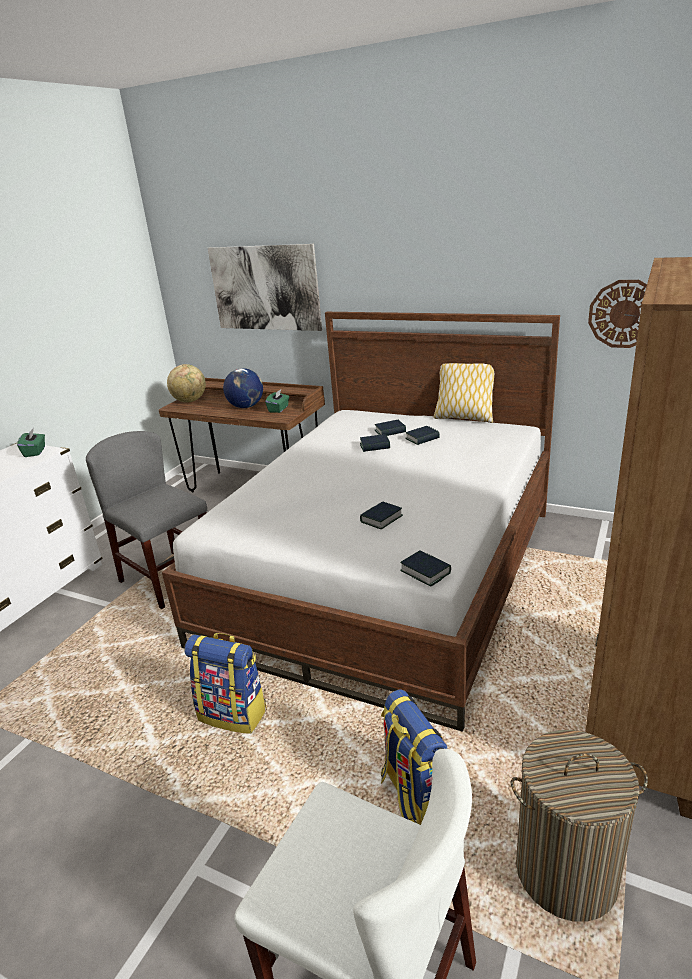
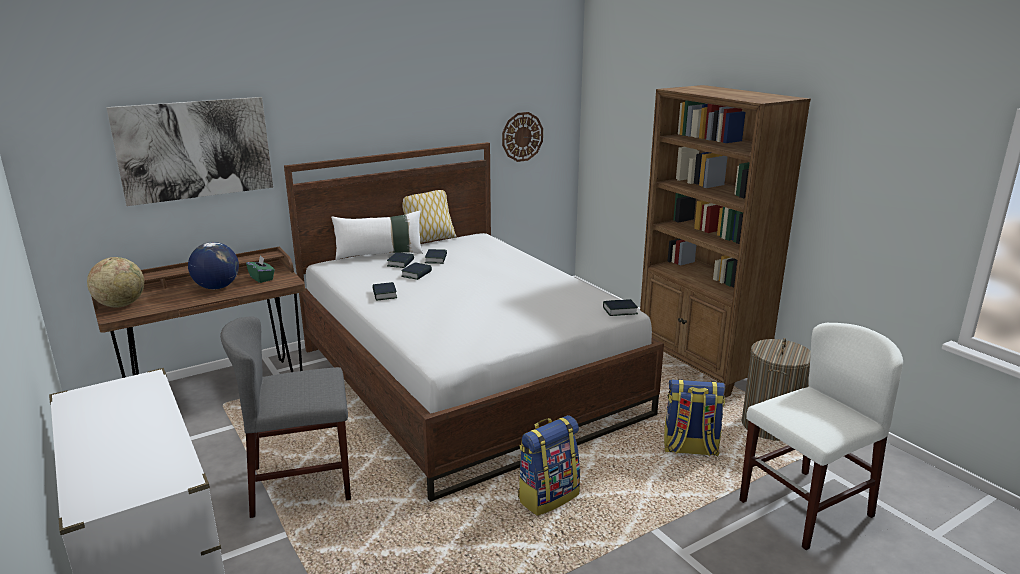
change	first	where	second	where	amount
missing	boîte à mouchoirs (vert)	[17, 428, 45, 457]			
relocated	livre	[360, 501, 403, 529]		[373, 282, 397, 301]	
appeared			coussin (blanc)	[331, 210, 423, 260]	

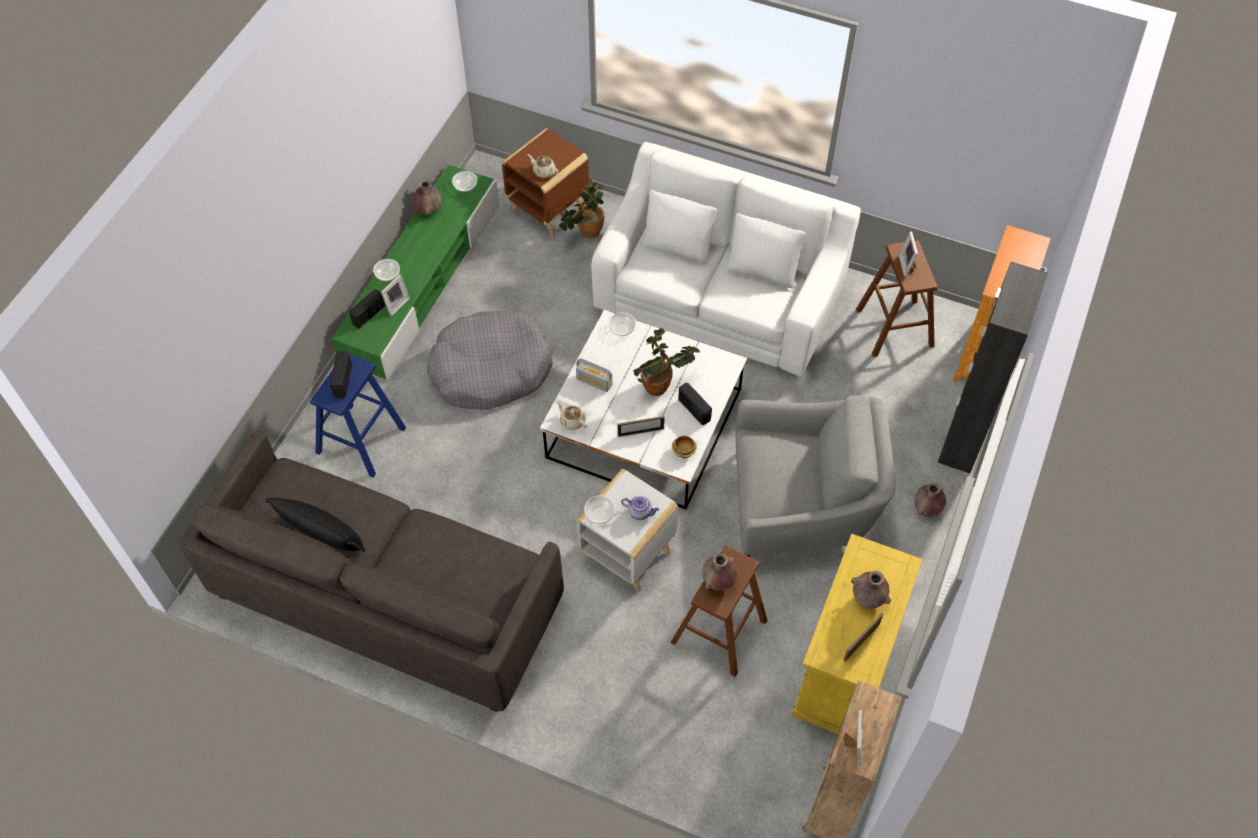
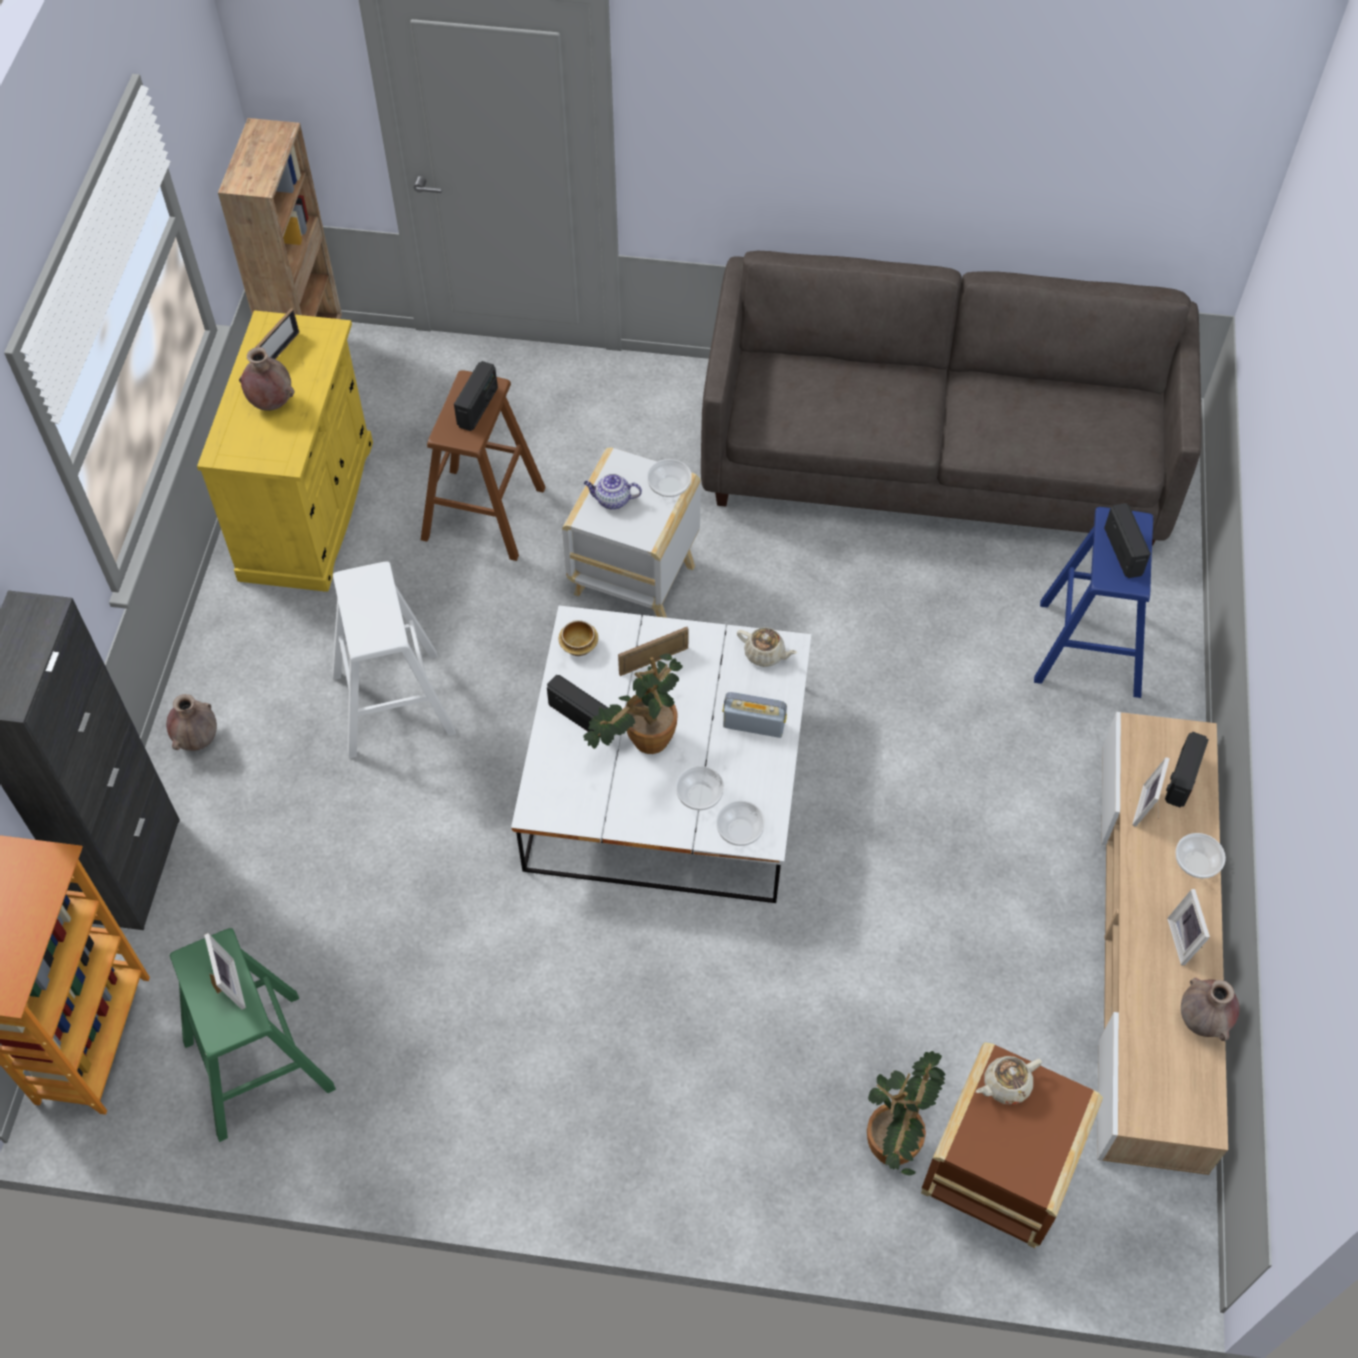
change	first	where	second	where	amount
missing	canapé (blanc)	[591, 142, 861, 377]			
spun	théière (beige)	[527, 154, 558, 178]		[976, 1056, 1042, 1105]	135 degrees clockwise
colour	meuble télé (vert)	[331, 165, 499, 380]	meuble télé (beige)	[1097, 712, 1228, 1175]	
relocated	bol	[452, 171, 477, 192]		[676, 766, 724, 810]	
colour	tabouret (marron)	[856, 240, 937, 357]	tabouret (vert)	[170, 928, 336, 1142]	
missing	panier pour chien (gris)	[427, 311, 553, 409]			
exchanged	fauteuil (gris)	[735, 395, 896, 557]	tabouret (blanc)	[332, 562, 456, 758]	
missing	coussin (noir)	[265, 498, 365, 552]			
exchanged	vase (marron)	[702, 554, 737, 591]	radio	[454, 361, 498, 431]	
relocated	cadre photo	[843, 710, 863, 766]		[1167, 889, 1210, 966]	

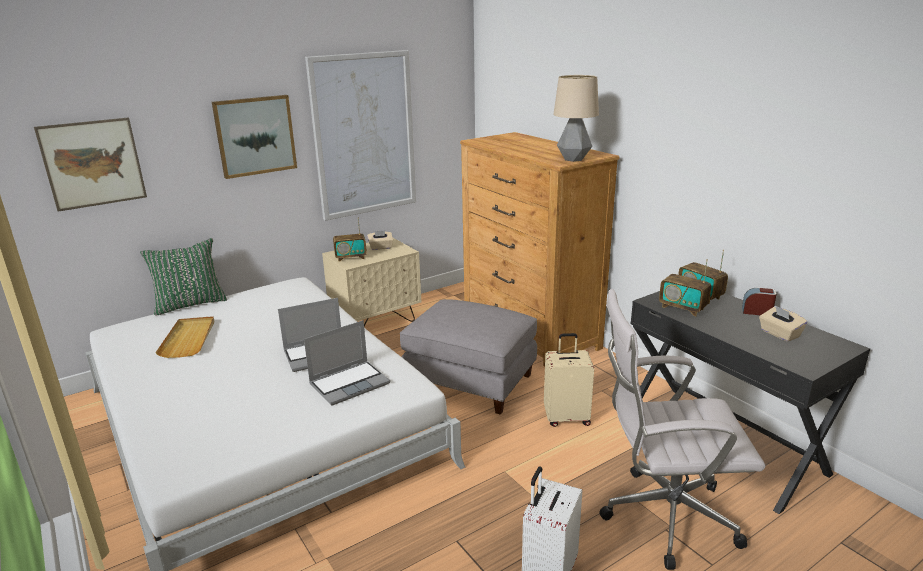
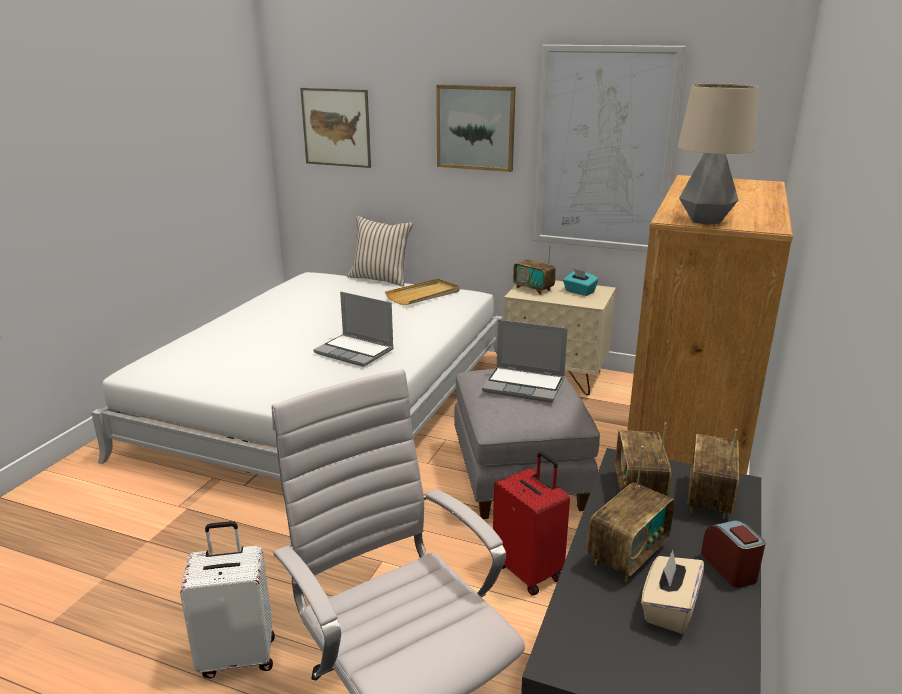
change	first	where	second	where	amount
colour	boîte à mouchoirs (beige)	[367, 230, 393, 250]	boîte à mouchoirs (turquoise)	[563, 269, 598, 296]	
colour	coussin (vert)	[140, 238, 227, 316]	coussin (beige)	[347, 216, 413, 286]	
relocated	plateau (beige)	[155, 316, 214, 358]		[385, 279, 460, 305]	
relocated	ordinateur portable	[304, 320, 390, 405]		[482, 320, 568, 403]	
colour	valise (beige)	[544, 333, 594, 427]	valise (rouge)	[493, 451, 570, 596]	
appeared			radio	[587, 446, 675, 582]	

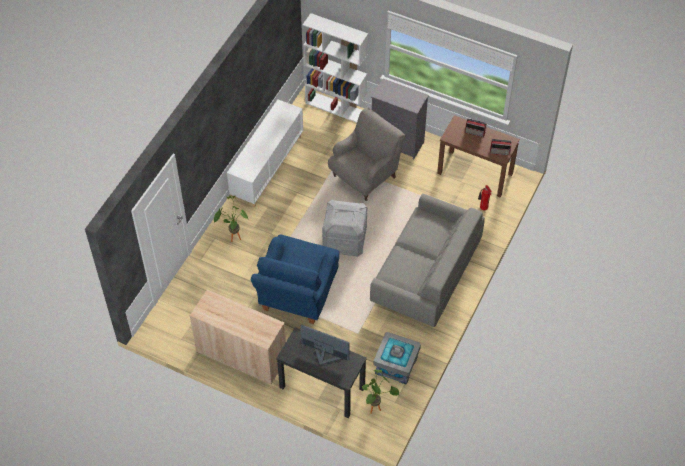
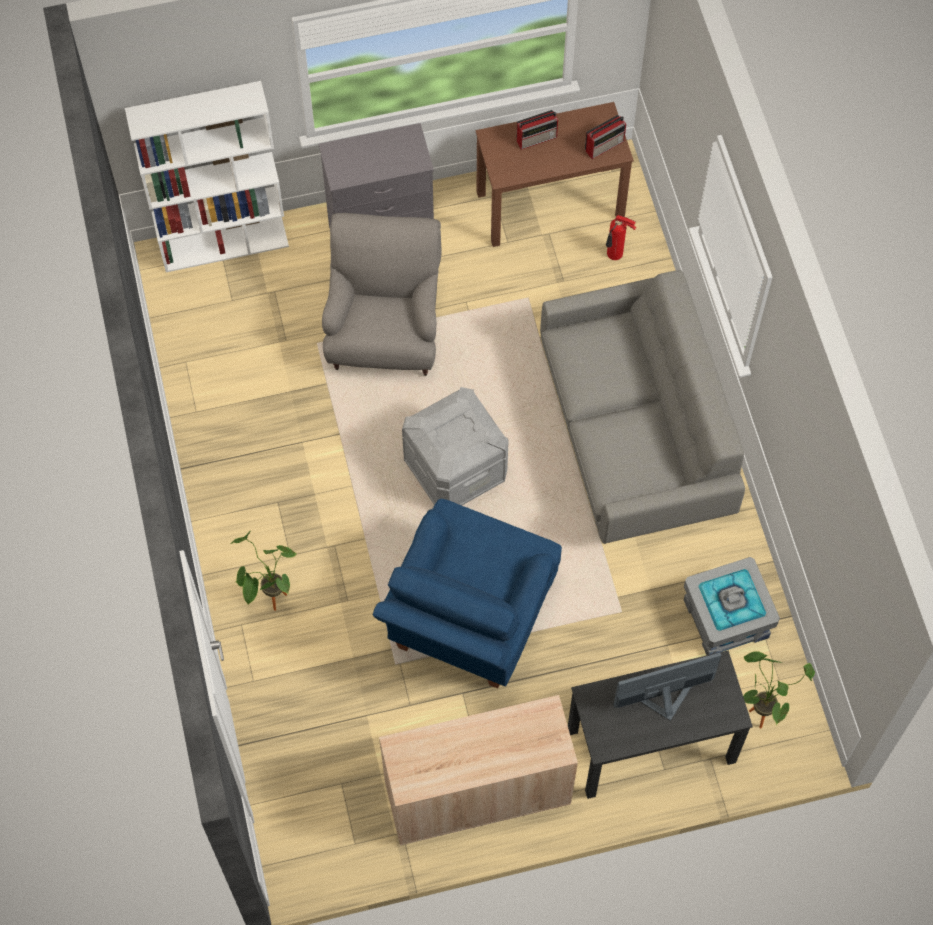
change	first	where	second	where	amount
missing	meuble de rangement (blanc)	[227, 100, 303, 208]			
spun	fauteuil (bleu)	[251, 235, 339, 324]		[373, 499, 562, 689]	45 degrees clockwise

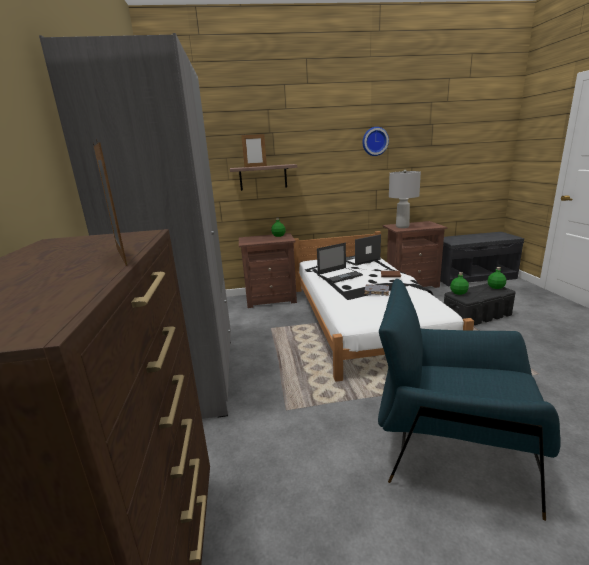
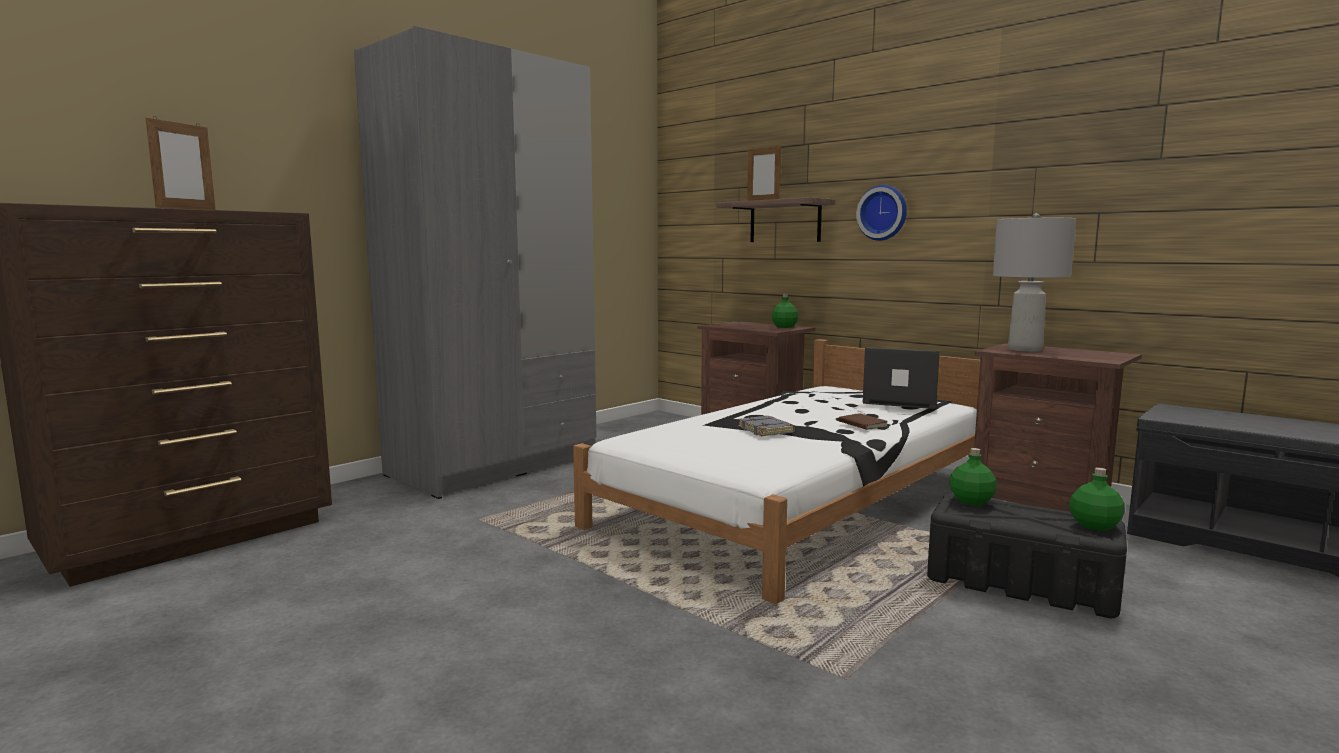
change	first	where	second	where	amount
relocated	horloge murale	[363, 127, 389, 156]		[856, 185, 907, 241]	
missing	ordinateur portable	[317, 243, 363, 283]			
missing	fauteuil (bleu)	[378, 279, 561, 521]			

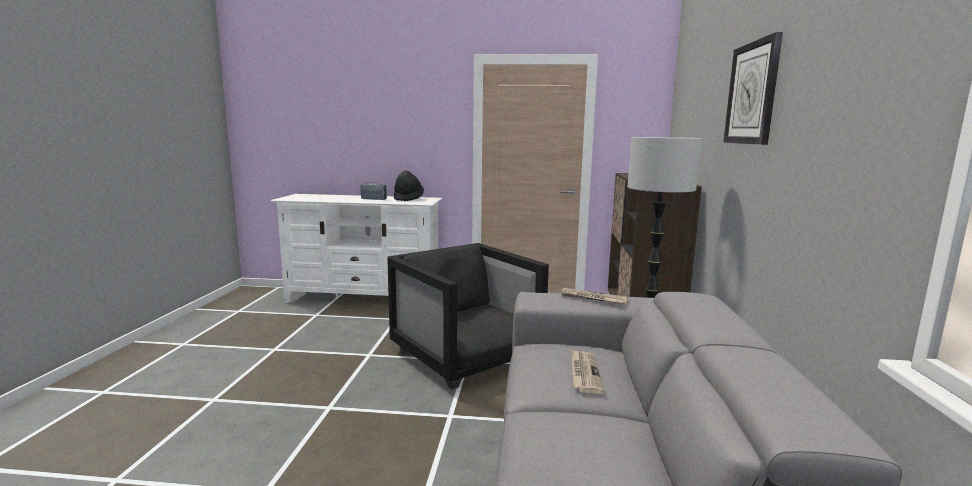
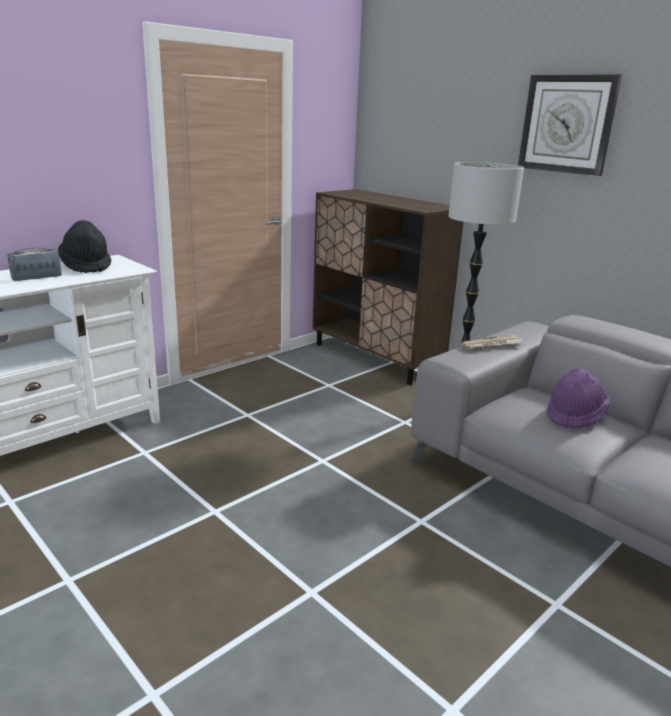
change	first	where	second	where	amount
missing	fauteuil (noir)	[387, 243, 549, 389]			
exchanged	journal	[571, 349, 605, 394]	chapeau (violet)	[547, 368, 610, 428]	

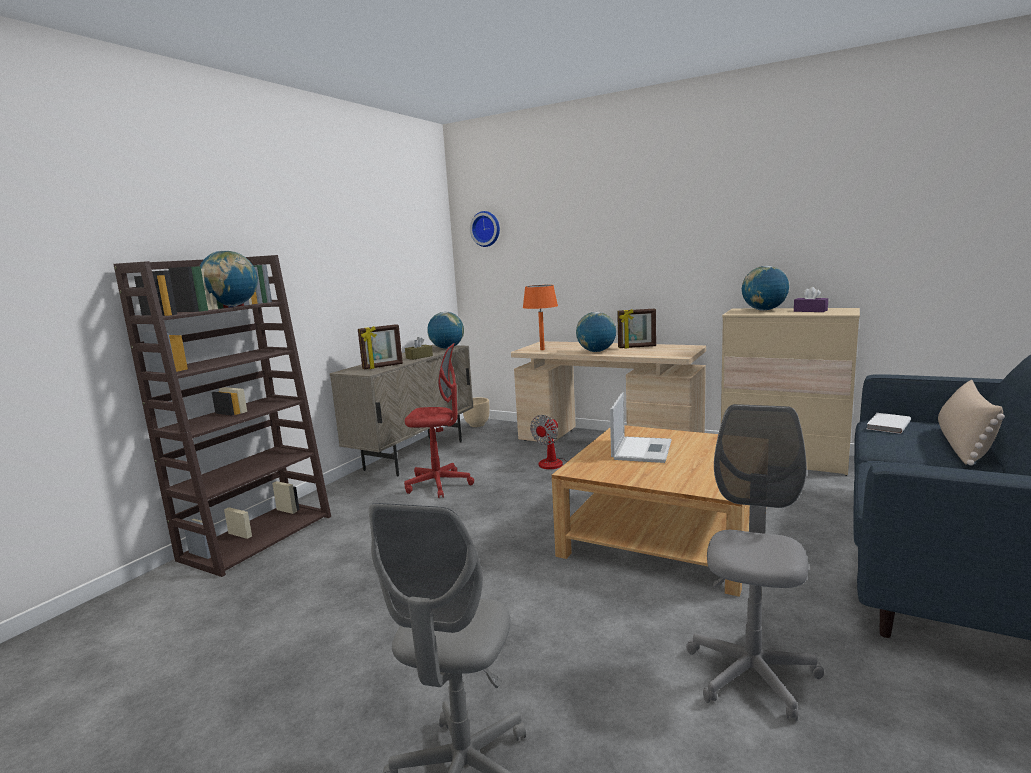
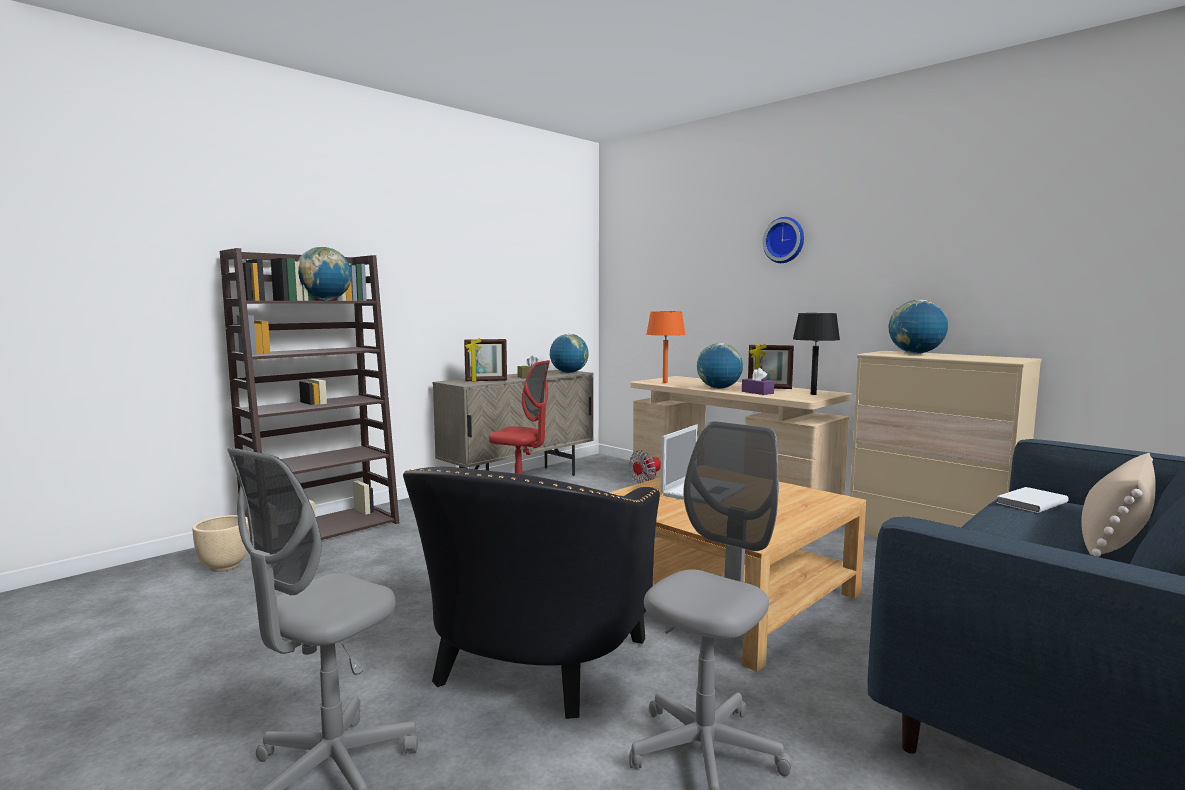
change	first	where	second	where	amount
relocated	horloge murale	[470, 211, 500, 247]		[763, 217, 804, 263]	
relocated	boîte à mouchoirs (violet)	[794, 287, 828, 312]		[742, 368, 774, 395]	
relocated	cache-pot (beige)	[463, 397, 490, 427]		[192, 515, 250, 572]	
appeared			lampe de table (noir)	[793, 313, 840, 395]	
appeared			fauteuil (noir)	[403, 467, 660, 719]	

